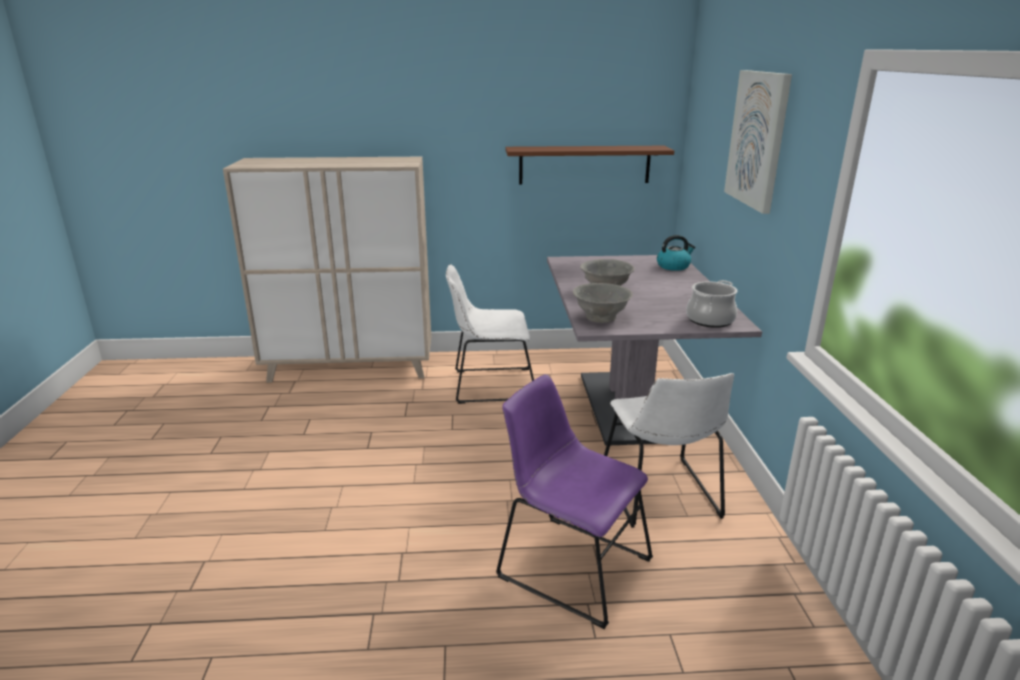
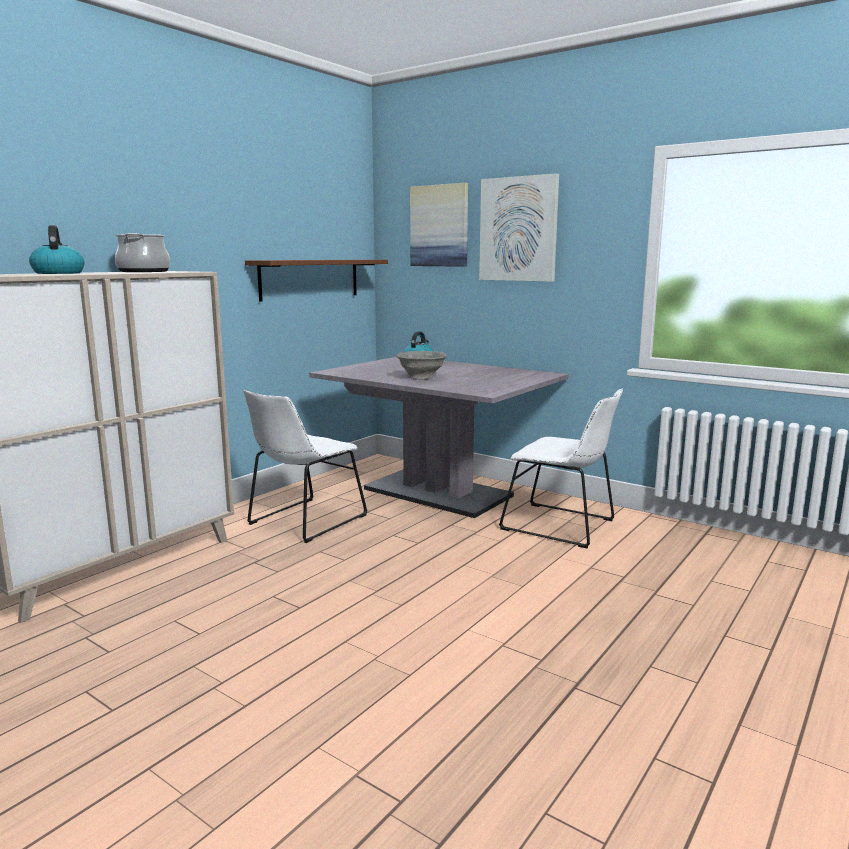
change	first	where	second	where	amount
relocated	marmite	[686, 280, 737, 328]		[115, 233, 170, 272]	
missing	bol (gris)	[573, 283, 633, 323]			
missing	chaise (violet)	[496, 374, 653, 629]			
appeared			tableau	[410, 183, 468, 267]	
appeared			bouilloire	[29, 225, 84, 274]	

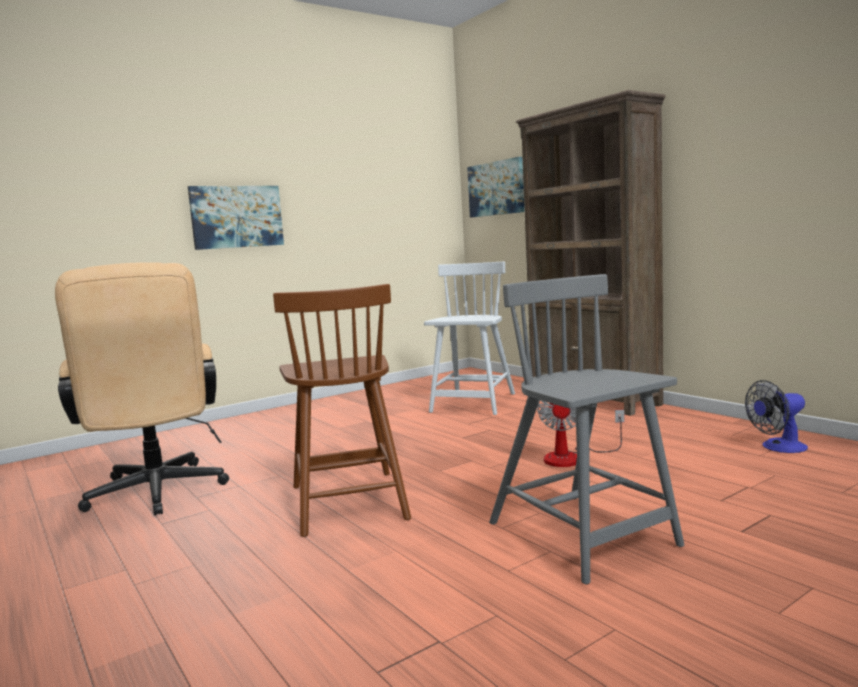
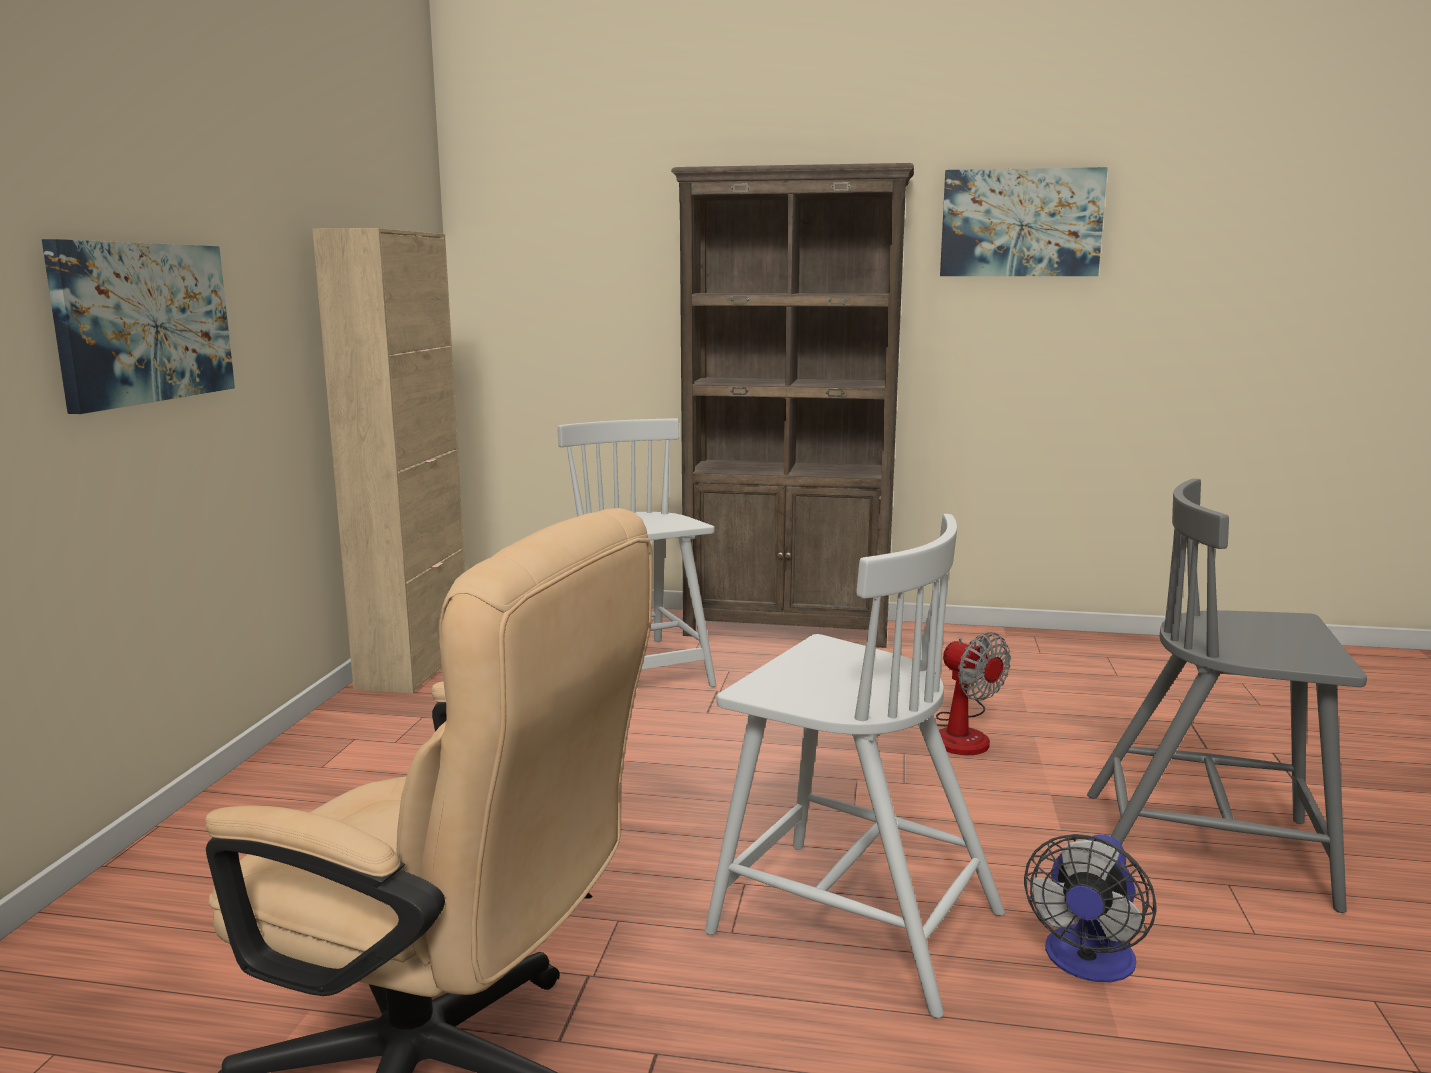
change	first	where	second	where	amount
relocated	tableau	[467, 157, 524, 217]		[940, 167, 1108, 276]	
colour	chaise (marron)	[273, 284, 411, 537]	chaise (blanc)	[705, 514, 1005, 1018]	
relocated	ventilateur	[745, 380, 808, 453]		[1024, 834, 1156, 982]	
appeared			meuble de rangement (beige)	[312, 228, 465, 694]	

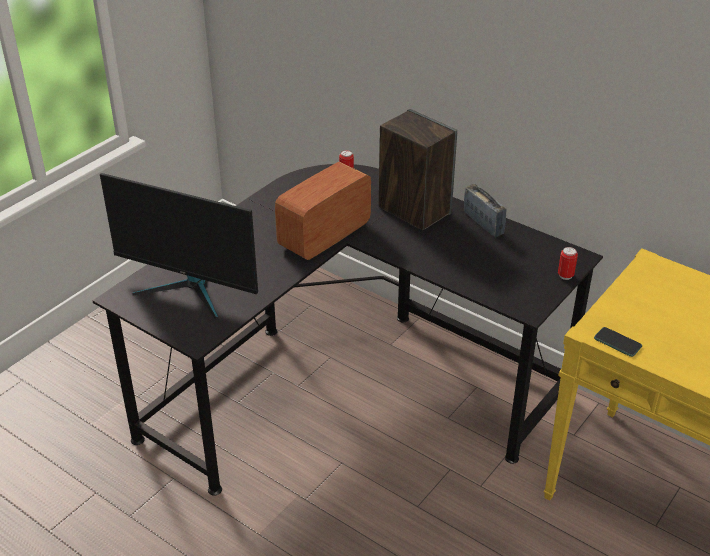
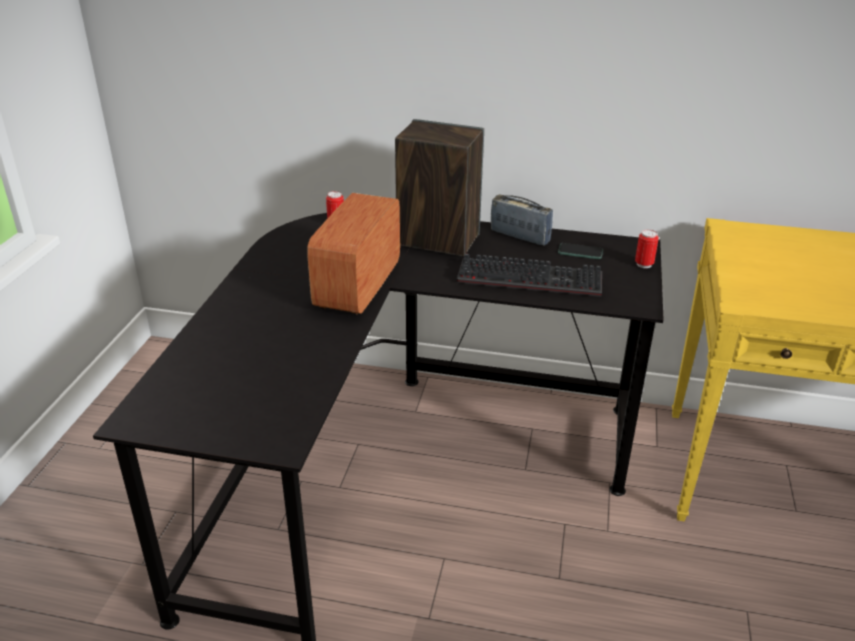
change	first	where	second	where	amount
missing	écran d'ordinateur	[100, 173, 258, 319]			
relocated	téléphone	[594, 327, 642, 357]		[558, 243, 603, 259]	
appeared			clavier	[457, 253, 602, 297]	

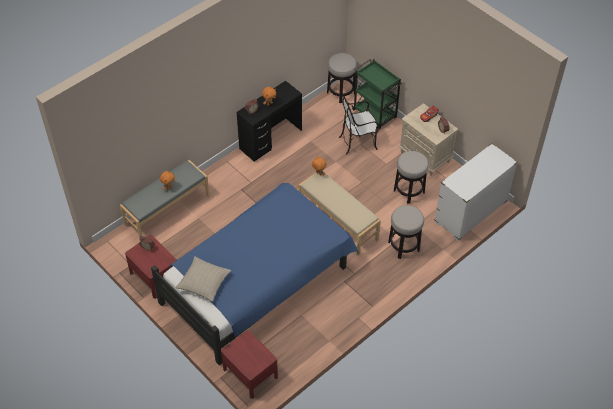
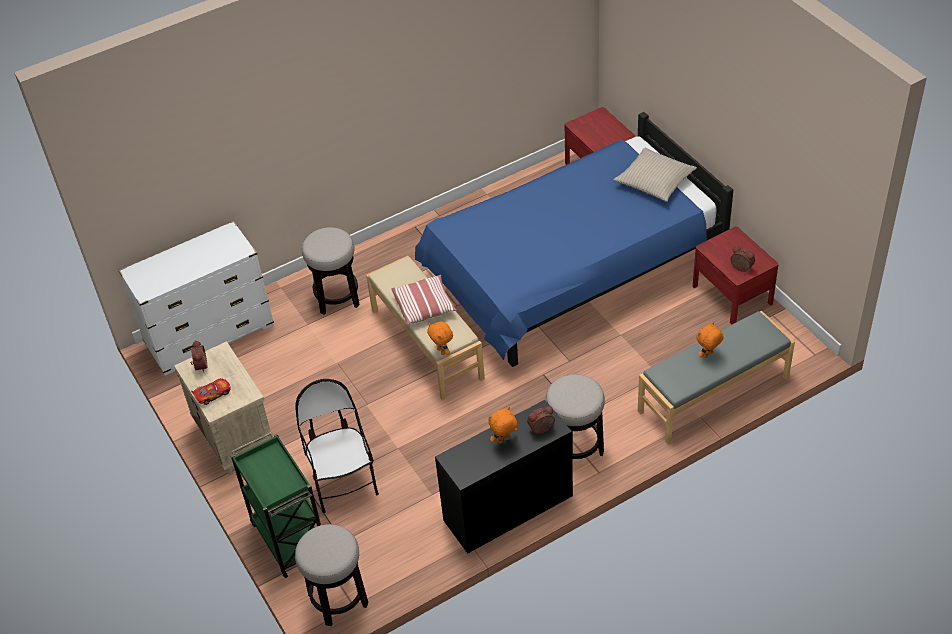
change	first	where	second	where	amount
spun	chaise	[339, 96, 379, 154]		[296, 379, 379, 513]	105 degrees counterclockwise
relocated	tabouret	[394, 151, 429, 204]		[545, 374, 605, 463]	
appeared			coussin	[391, 275, 457, 325]	

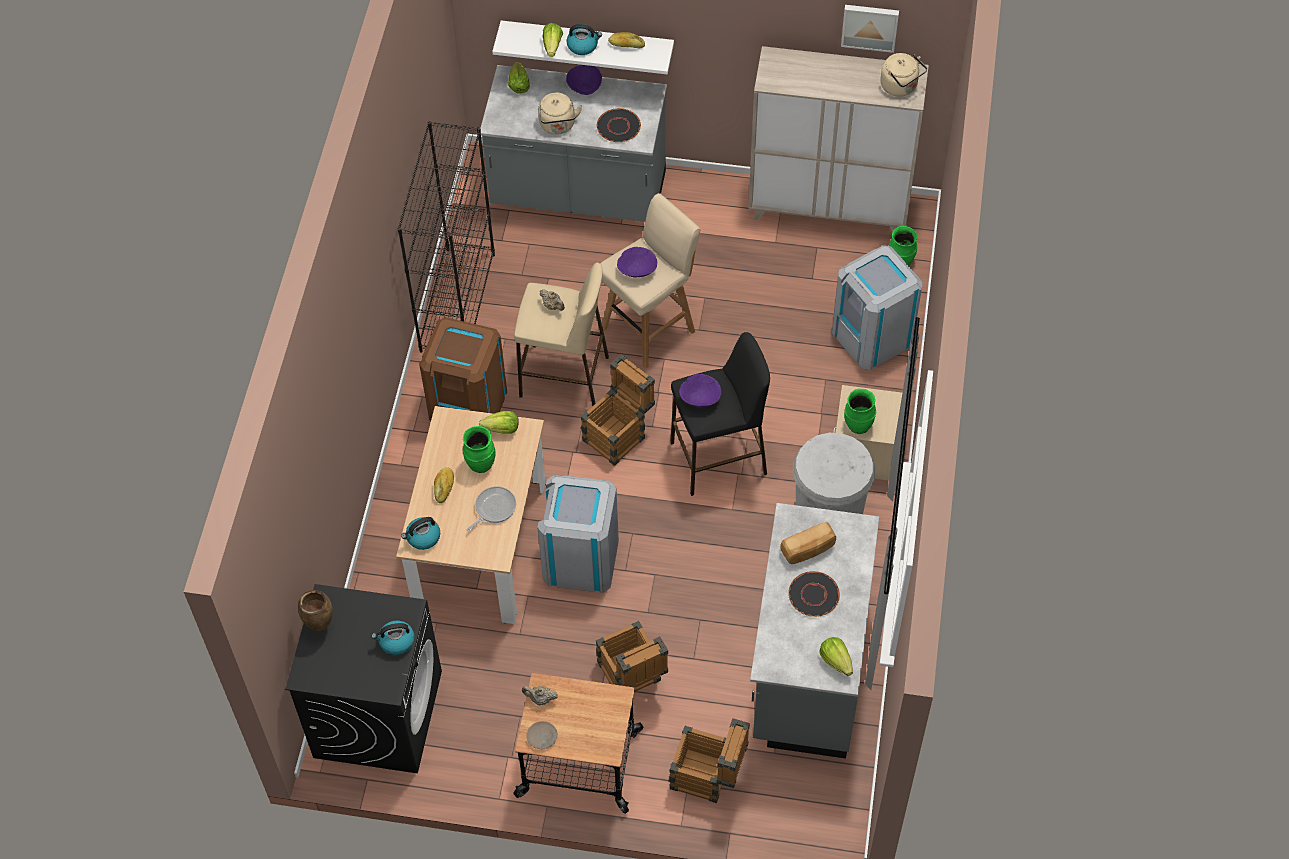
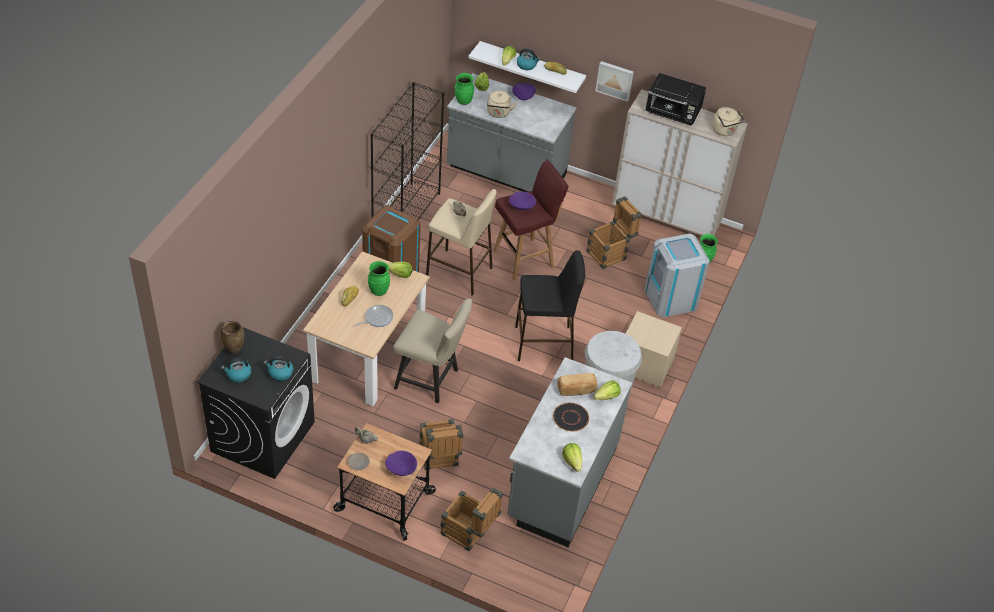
change	first	where	second	where	amount
relocated	tableau	[841, 5, 899, 53]		[596, 61, 634, 102]	
missing	assiette (noir)	[597, 108, 641, 142]			
colour	tabouret (beige)	[600, 193, 701, 369]	tabouret (rouge)	[493, 160, 569, 281]	
relocated	caisse	[581, 354, 655, 466]		[586, 196, 642, 269]	
relocated	bol (violet)	[679, 374, 721, 407]		[385, 451, 417, 476]	
relocated	vase (vert)	[844, 389, 876, 434]		[455, 73, 474, 105]	
exchanged	poubelle (gris)	[537, 474, 619, 593]	chaise (beige)	[393, 299, 472, 403]	
relocated	bouilloire	[401, 517, 440, 550]		[221, 358, 251, 382]	
appeared			micro-ondes (noir)	[645, 73, 706, 126]	
appeared			laitue	[593, 380, 621, 400]	

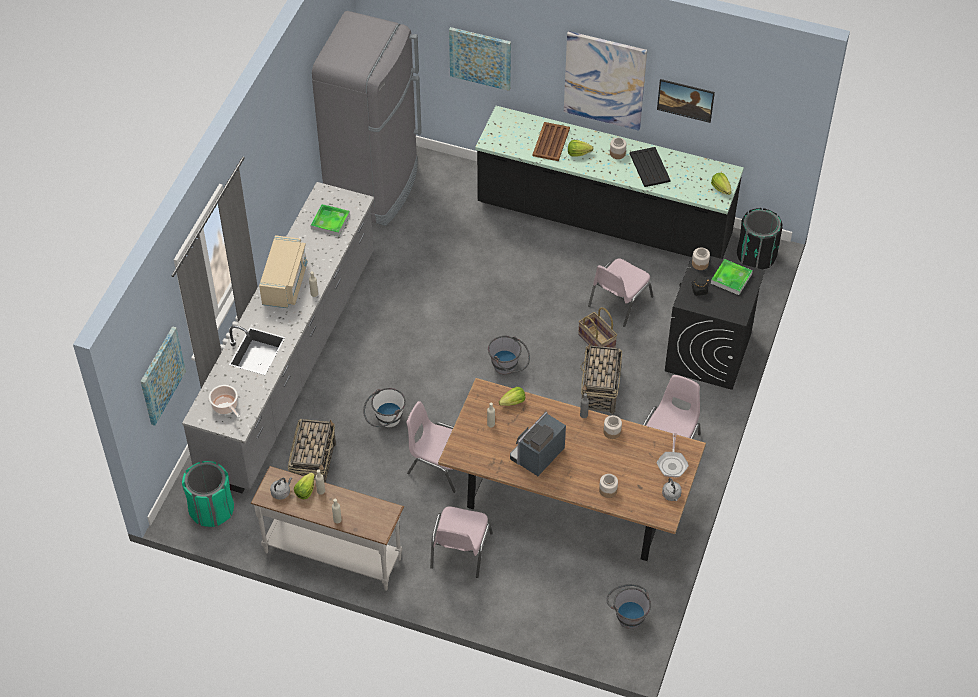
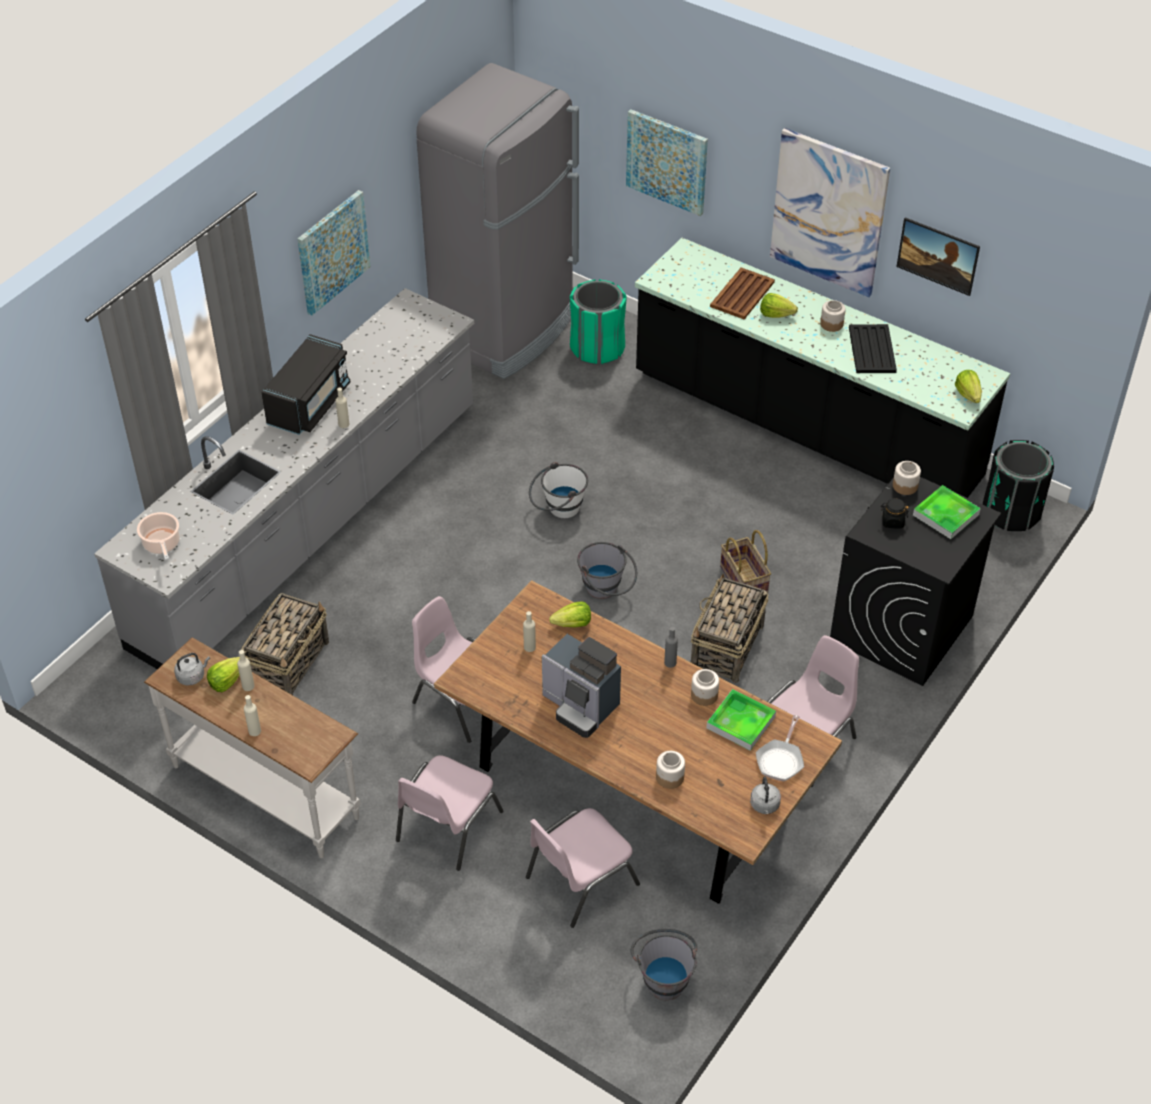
change	first	where	second	where	amount
relocated	plateau	[310, 204, 350, 236]		[706, 689, 776, 751]	
colour	micro-ondes (beige)	[259, 235, 308, 308]	micro-ondes (noir)	[261, 334, 350, 435]	
relocated	chaise (rose)	[588, 258, 653, 327]		[526, 808, 640, 928]	
relocated	tableau	[140, 326, 186, 426]		[297, 190, 371, 316]	
relocated	seau (blanc)	[363, 388, 406, 427]		[529, 462, 588, 518]	
spun	machine à café	[510, 412, 566, 476]		[542, 634, 621, 738]	105 degrees counterclockwise
relocated	poubelle (vert)	[182, 461, 234, 527]		[570, 279, 627, 365]	

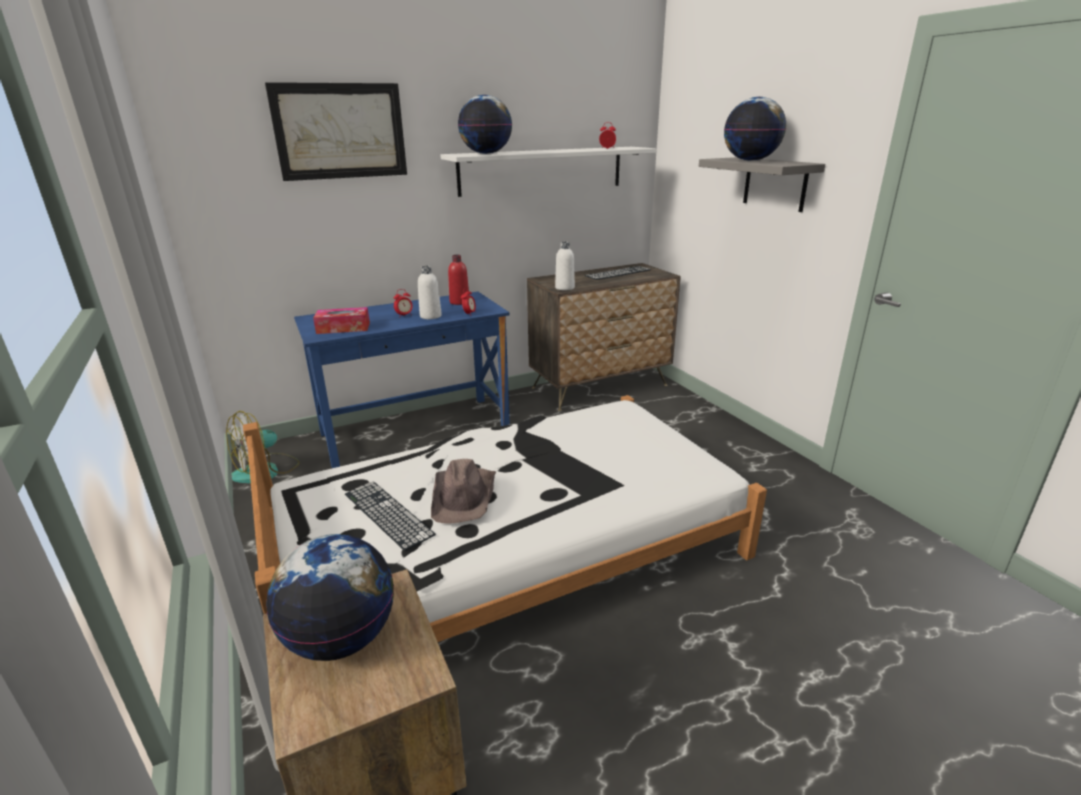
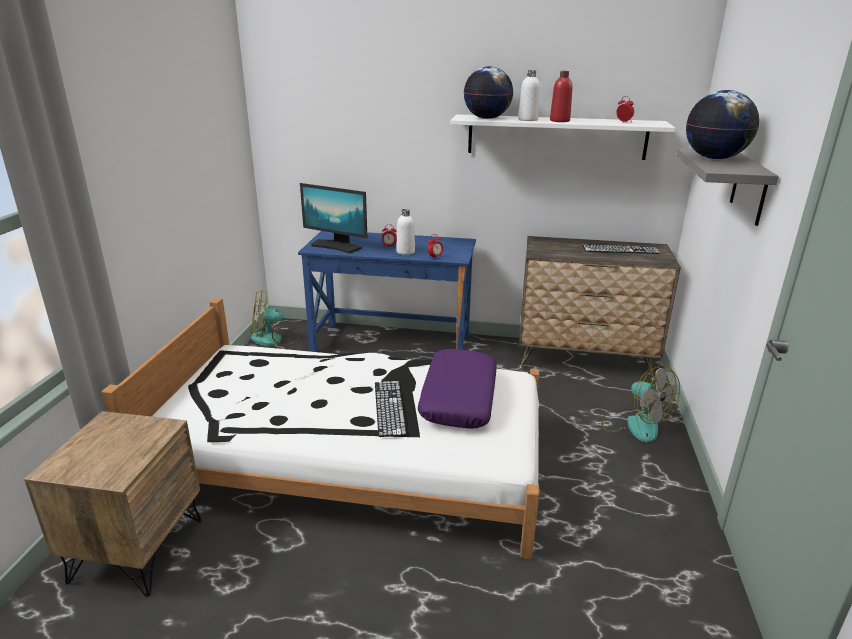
change	first	where	second	where	amount
missing	tableau	[265, 82, 407, 181]			
relocated	bouteille (blanc)	[555, 242, 575, 290]		[518, 70, 540, 121]	
relocated	bouteille (rouge)	[448, 255, 469, 305]		[550, 71, 573, 122]	
exchanged	boîte à mouchoirs	[313, 307, 370, 334]	écran d'ordinateur	[300, 183, 367, 254]	
missing	chapeau (marron)	[431, 459, 496, 524]			
relocated	clavier	[345, 481, 436, 551]		[375, 381, 407, 437]	
missing	globe	[266, 534, 394, 661]			
appeared			coussin (violet)	[418, 349, 497, 429]	
appeared			ventilateur	[601, 366, 680, 443]	

